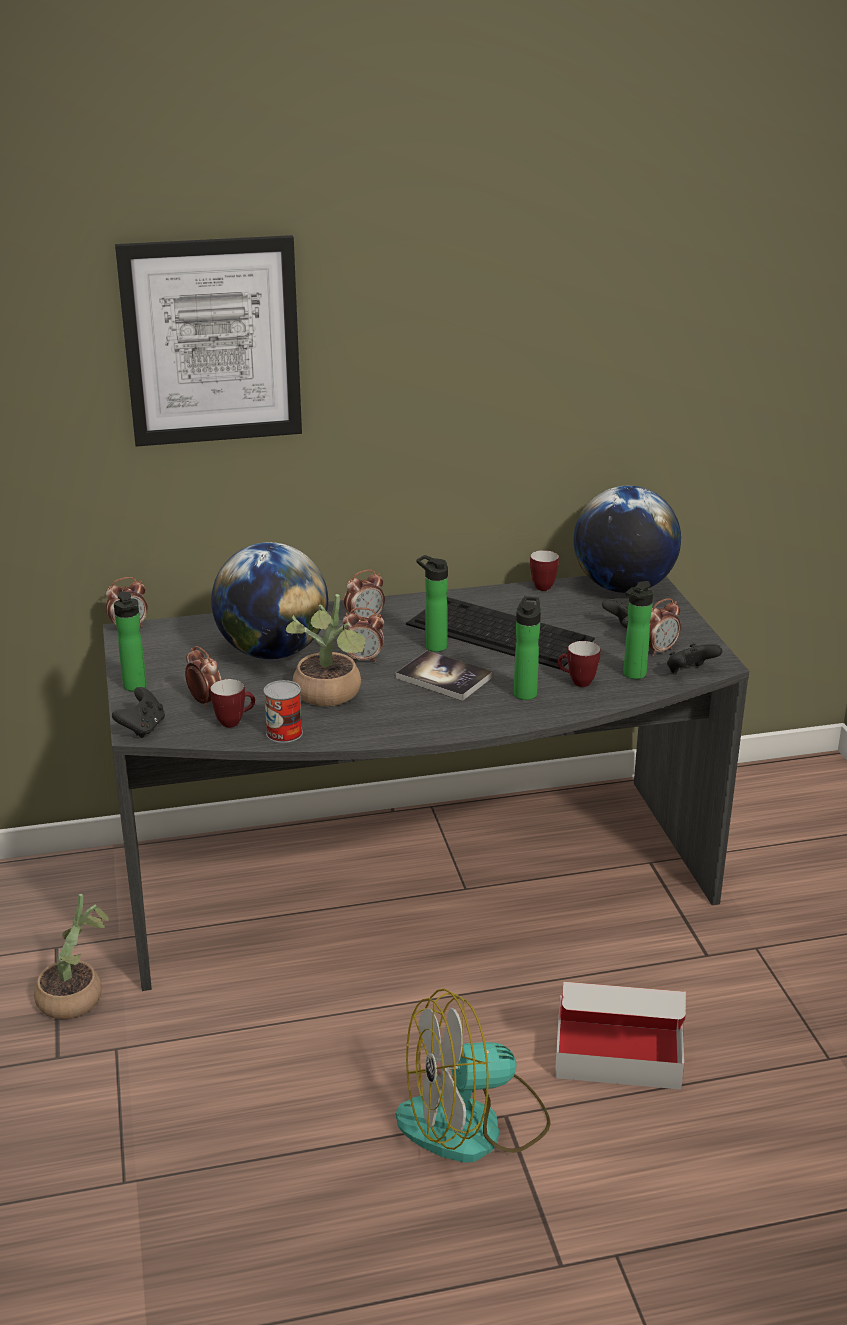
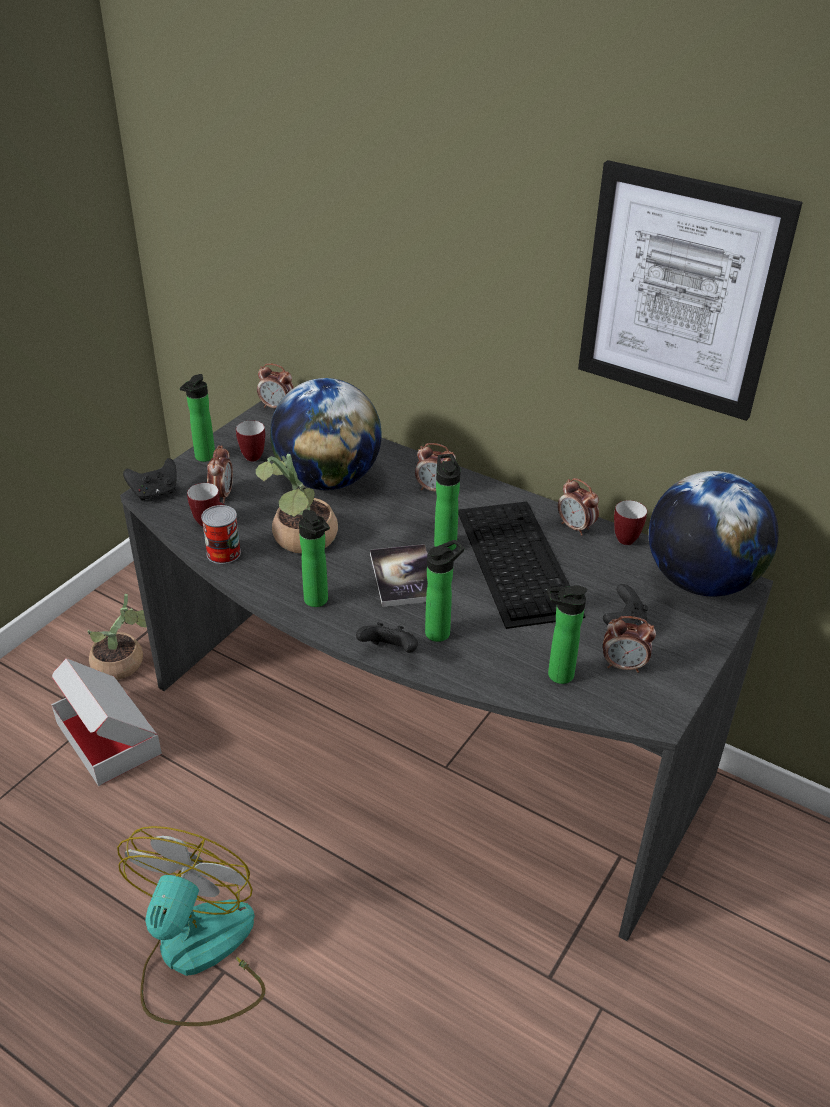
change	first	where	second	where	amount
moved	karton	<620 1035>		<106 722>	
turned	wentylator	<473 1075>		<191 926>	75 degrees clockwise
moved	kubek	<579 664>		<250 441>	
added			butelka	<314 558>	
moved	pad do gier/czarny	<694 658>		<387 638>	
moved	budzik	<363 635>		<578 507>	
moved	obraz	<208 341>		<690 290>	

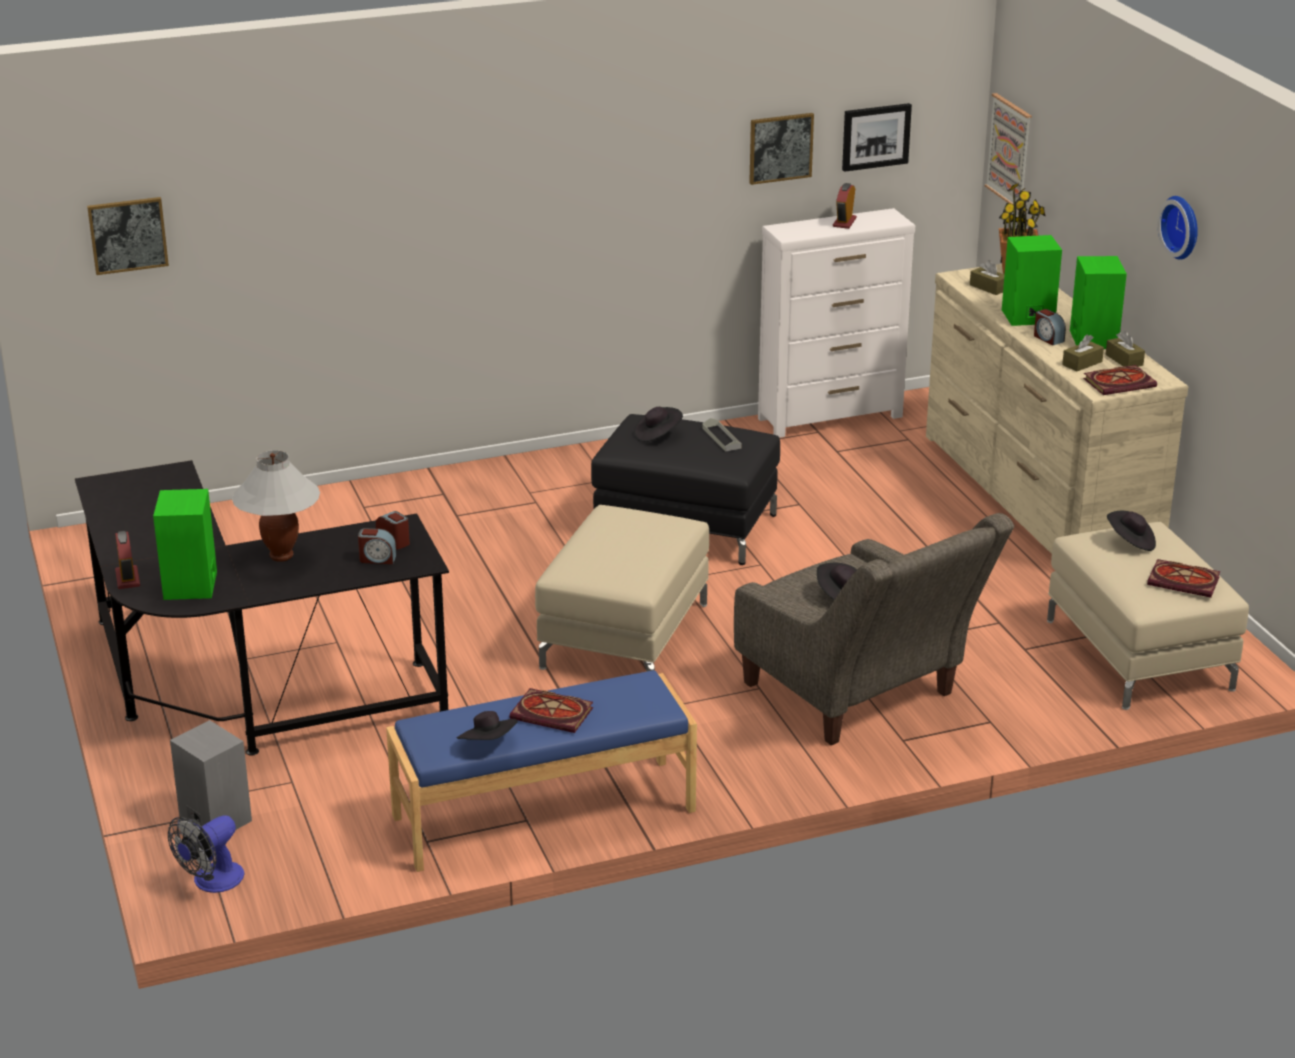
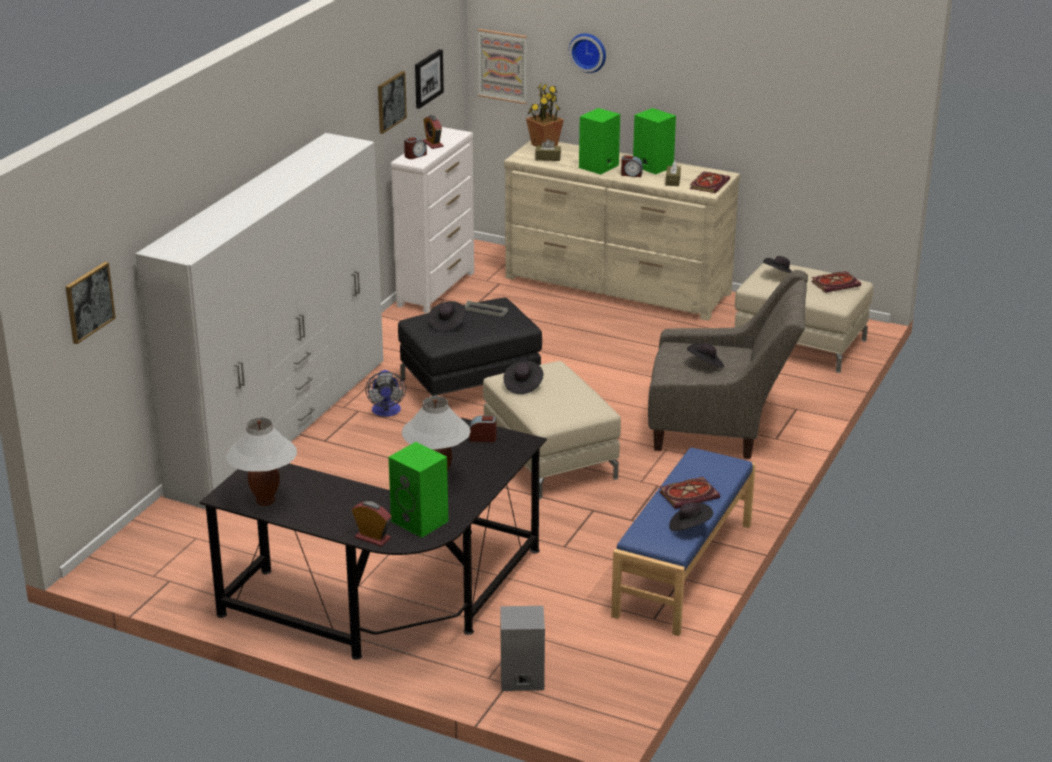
change	first	where	second	where	amount
added			szafa/biały	<259 321>	
added			lampa stołowa/biały	<261 461>	
moved	wentylator	<206 854>		<385 393>	
moved	budzik	<377 546>		<415 148>	
added			kapelusz/czarny	<523 377>	
moved	zegar ścienny	<1177 228>		<587 53>	
removed	pudełko chusteczek/brązowy	<1125 349>			

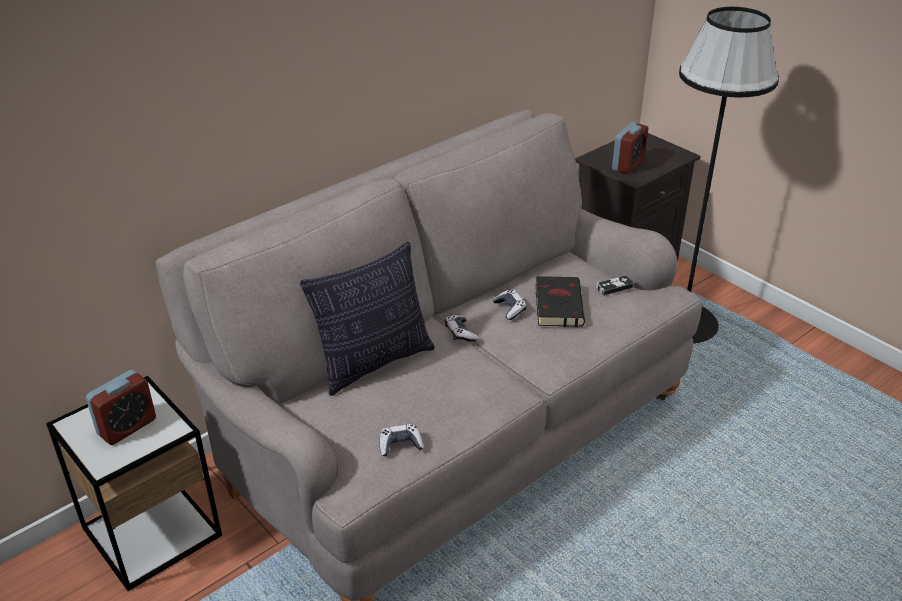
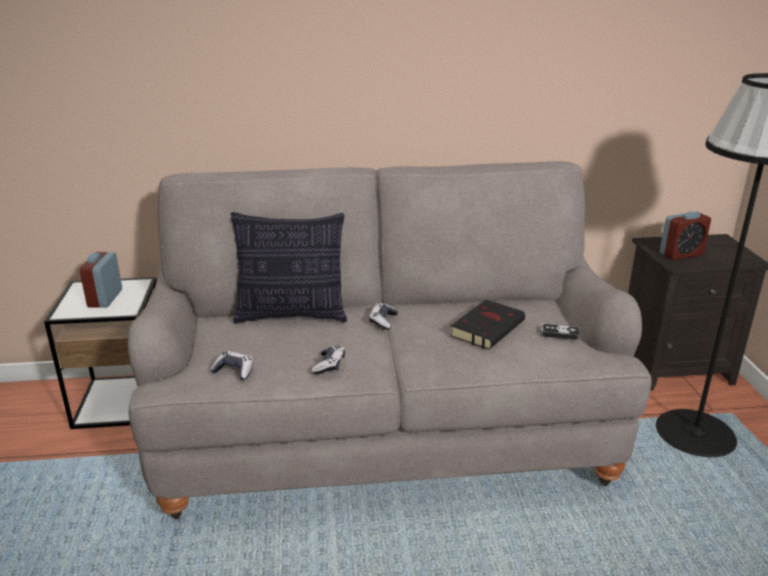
change	first	where	second	where	amount
turned	budzik	<121 407>		<101 280>	105 degrees clockwise
moved	pad do gier	<510 304>		<328 359>	

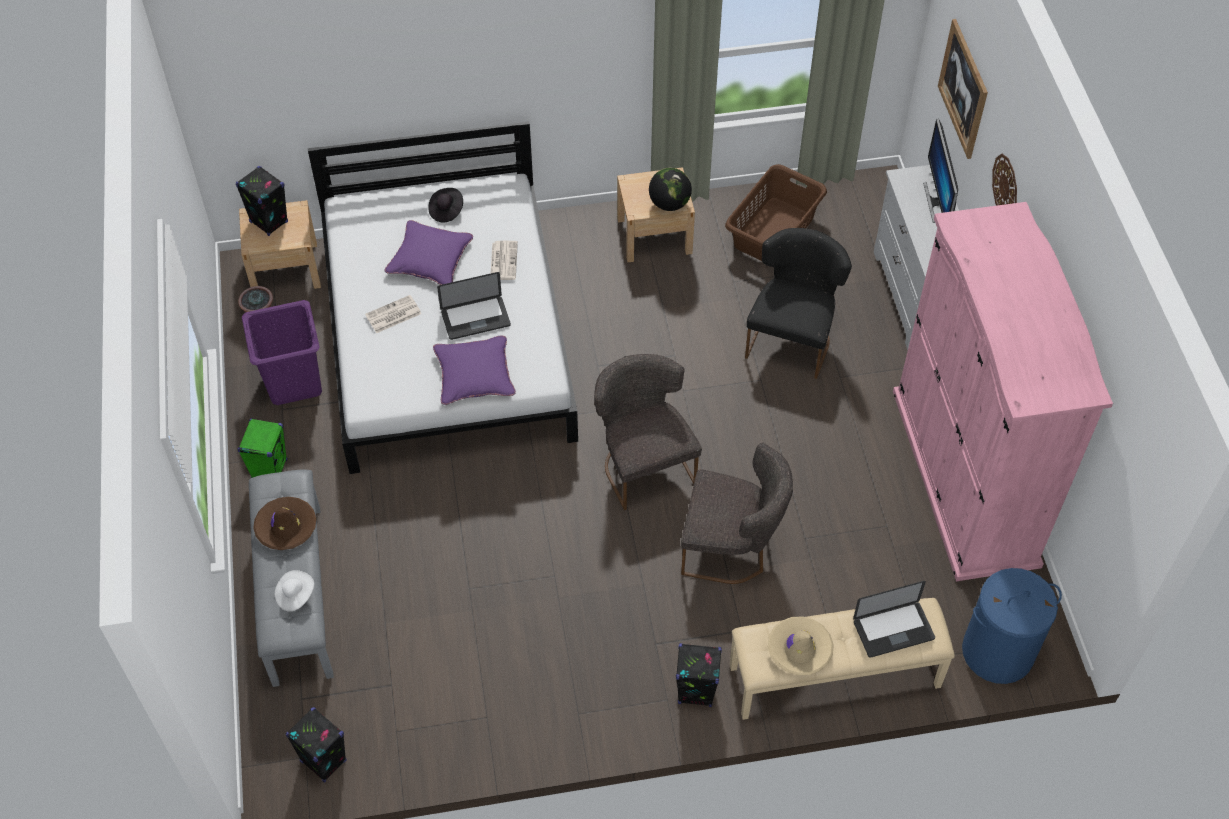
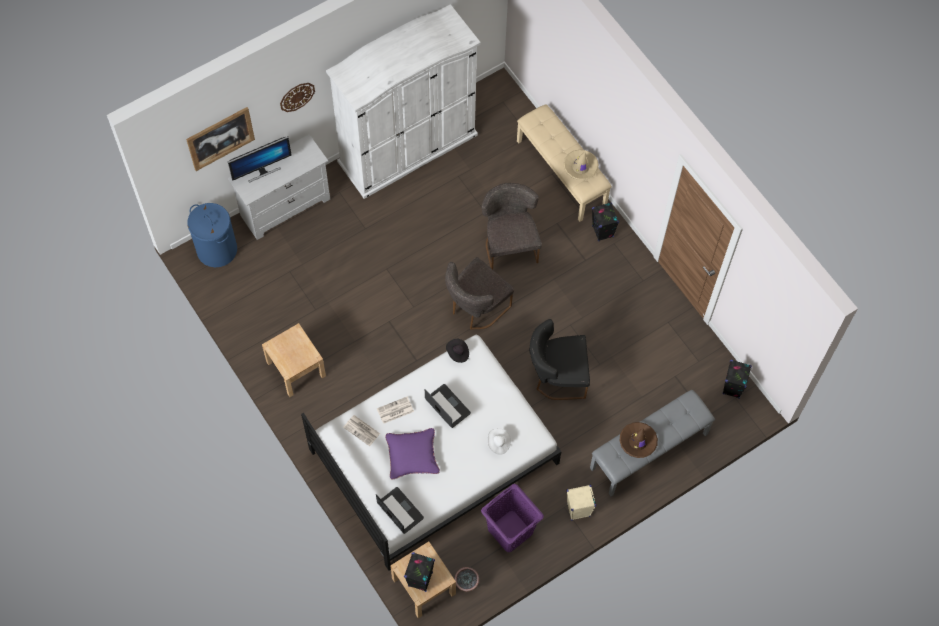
change	first	where	second	where	amount
moved	kosz na pranie/niebieski	<1012 626>		<212 235>	
recoloured	szafa/różowy	<1003 391>	szafa/biały	<403 101>	
moved	gazeta	<393 314>		<361 430>	
moved	laptop	<894 619>		<400 510>	
moved	kapelusz/czarny	<445 205>		<457 351>	
moved	kapelusz/biały	<294 591>		<499 441>	
moved	krzesło/czarny	<798 303>		<559 359>	
recoloured	głośnik/zielony	<262 448>	głośnik/beżowy	<581 503>	
removed	poduszka/fioletowy	<474 370>			
removed	globus	<670 189>			
removed	kosz na pranie/brązowy	<776 212>			

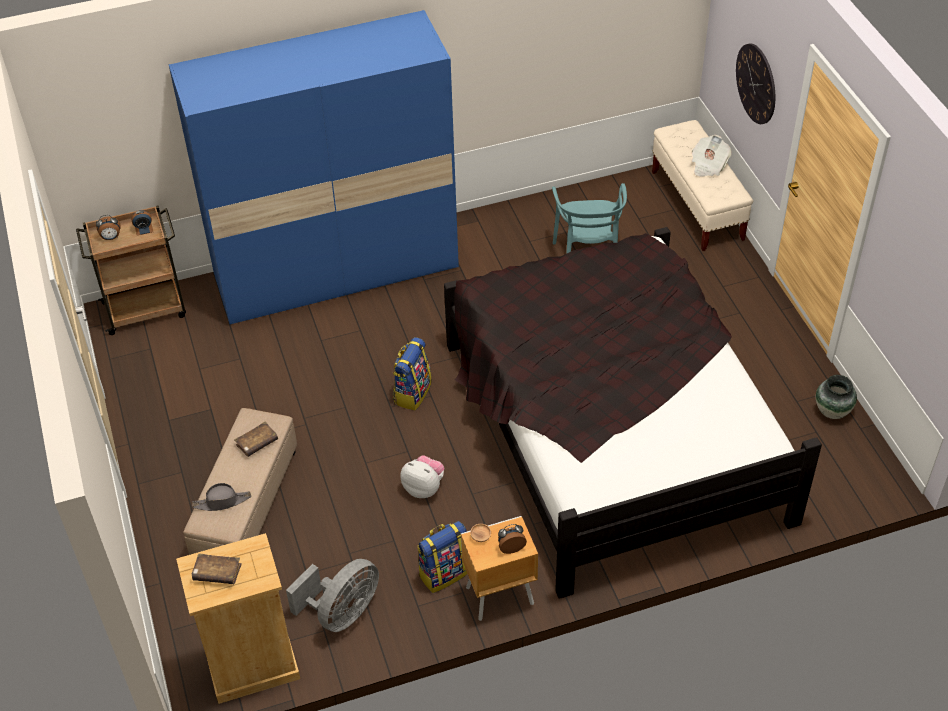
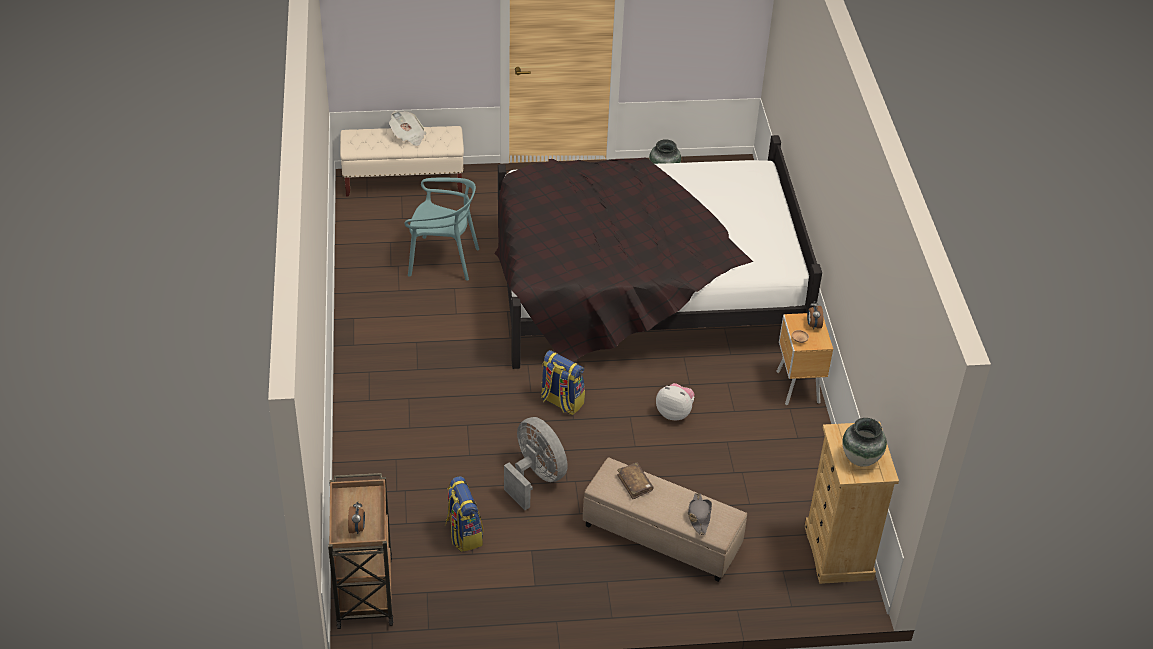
change	first	where	second	where	amount
moved	plecak	<442 557>		<464 514>	
moved	wentylator/szary	<332 595>		<536 463>	
turned	pluszak	<422 476>		<675 401>	75 degrees clockwise
replaced	książka/brązowy	<217 569>	wazon	<864 442>	
removed	budzik	<142 223>			
removed	szafa/niebieski	<314 167>			
removed	zegar ścienny	<755 84>			

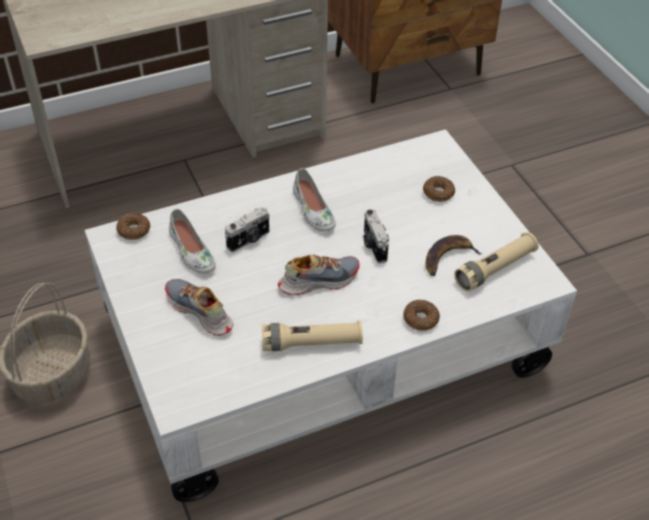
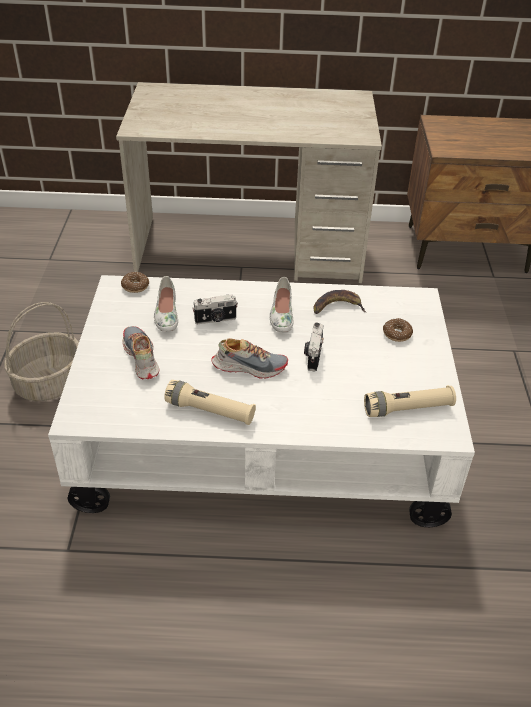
change	first	where	second	where	amount
moved	banan	<453 255>		<340 302>	
removed	donut	<421 315>			

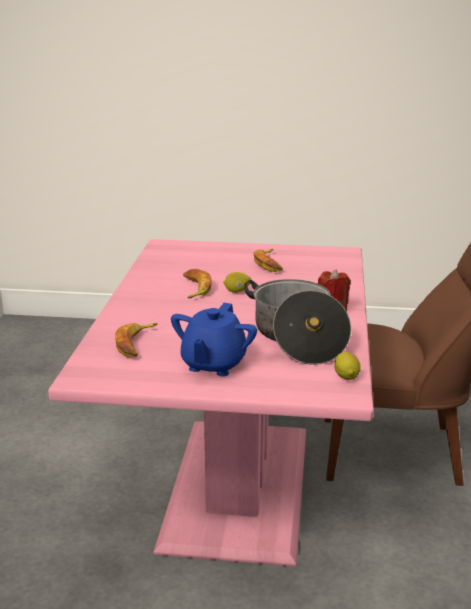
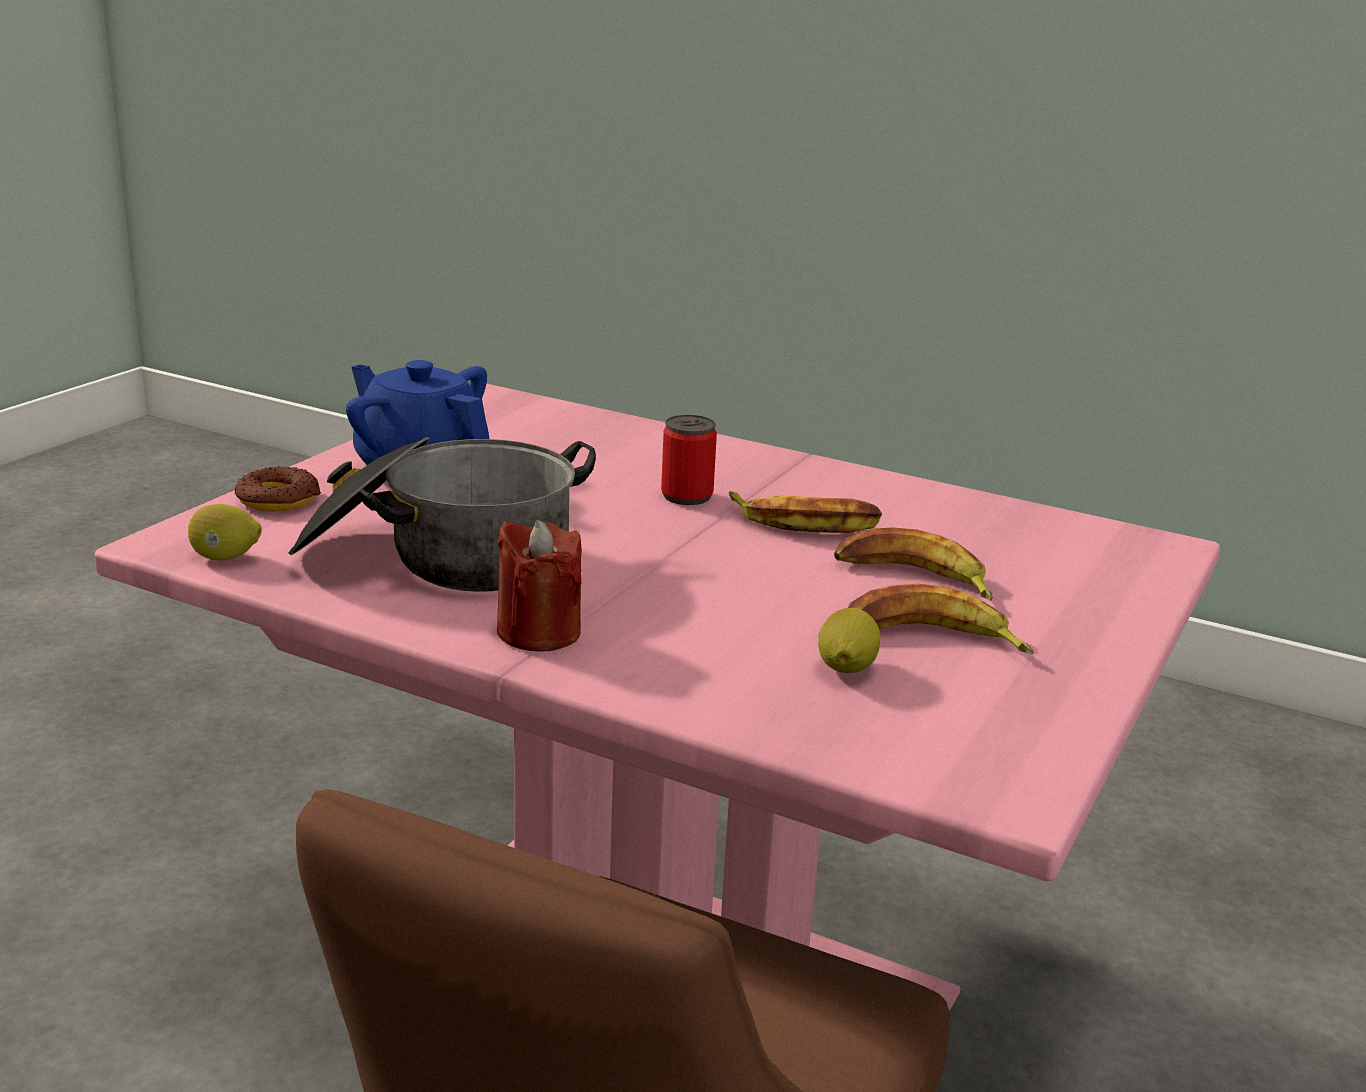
change	first	where	second	where	amount
added			donut	<278 489>	
added			puszka	<689 460>	
moved	cytryna	<237 282>		<849 640>	
moved	banan	<136 340>		<913 564>	

